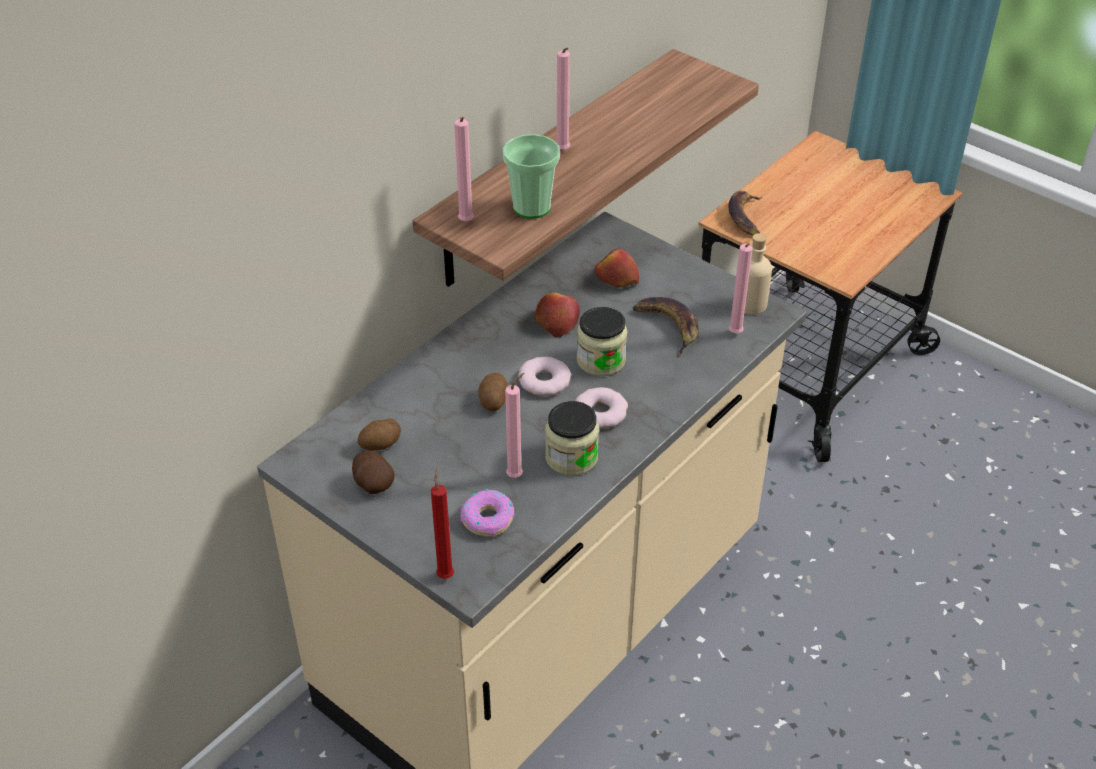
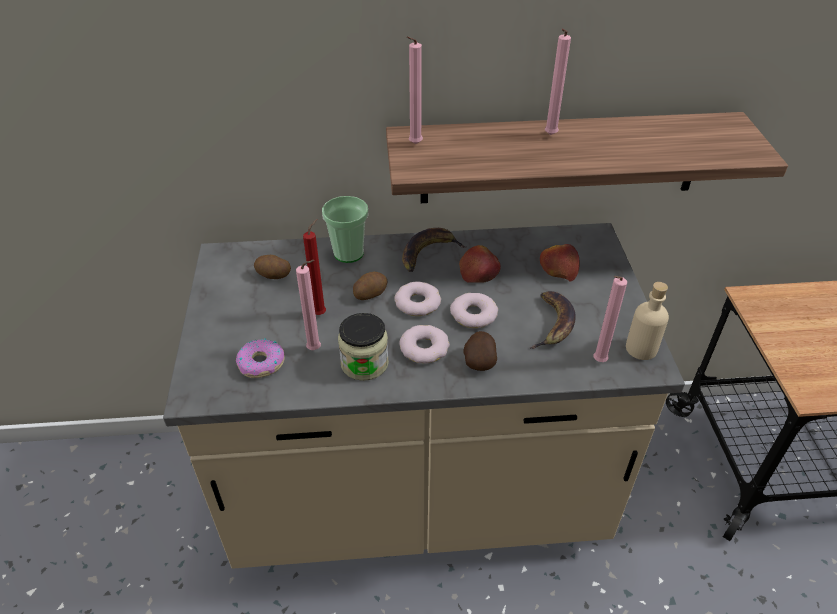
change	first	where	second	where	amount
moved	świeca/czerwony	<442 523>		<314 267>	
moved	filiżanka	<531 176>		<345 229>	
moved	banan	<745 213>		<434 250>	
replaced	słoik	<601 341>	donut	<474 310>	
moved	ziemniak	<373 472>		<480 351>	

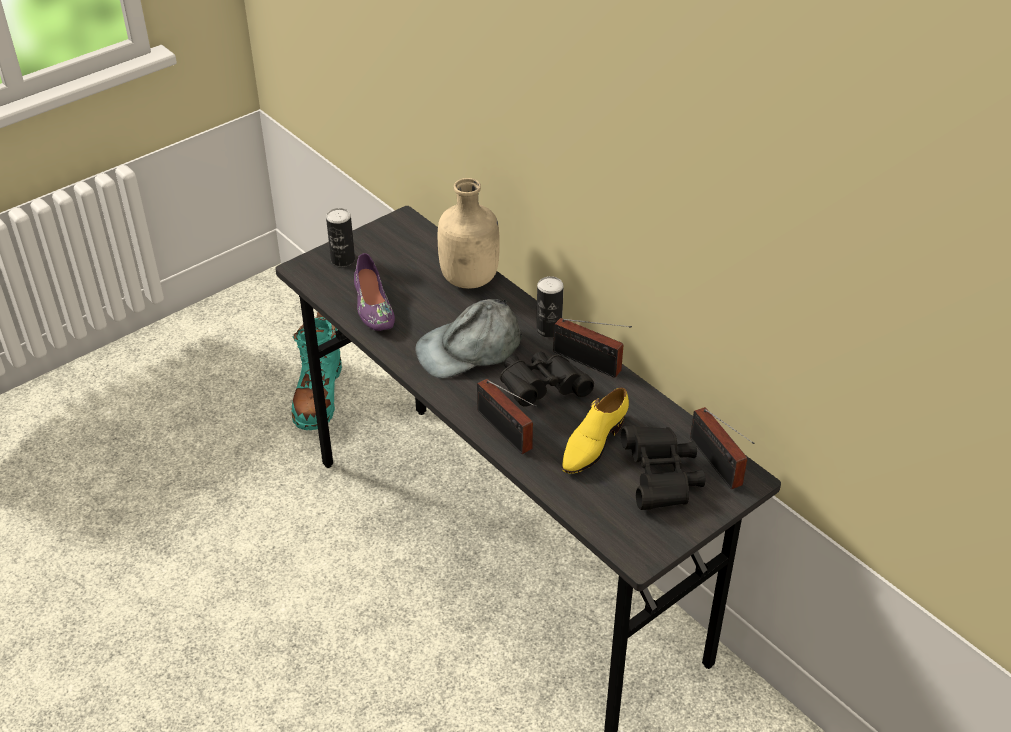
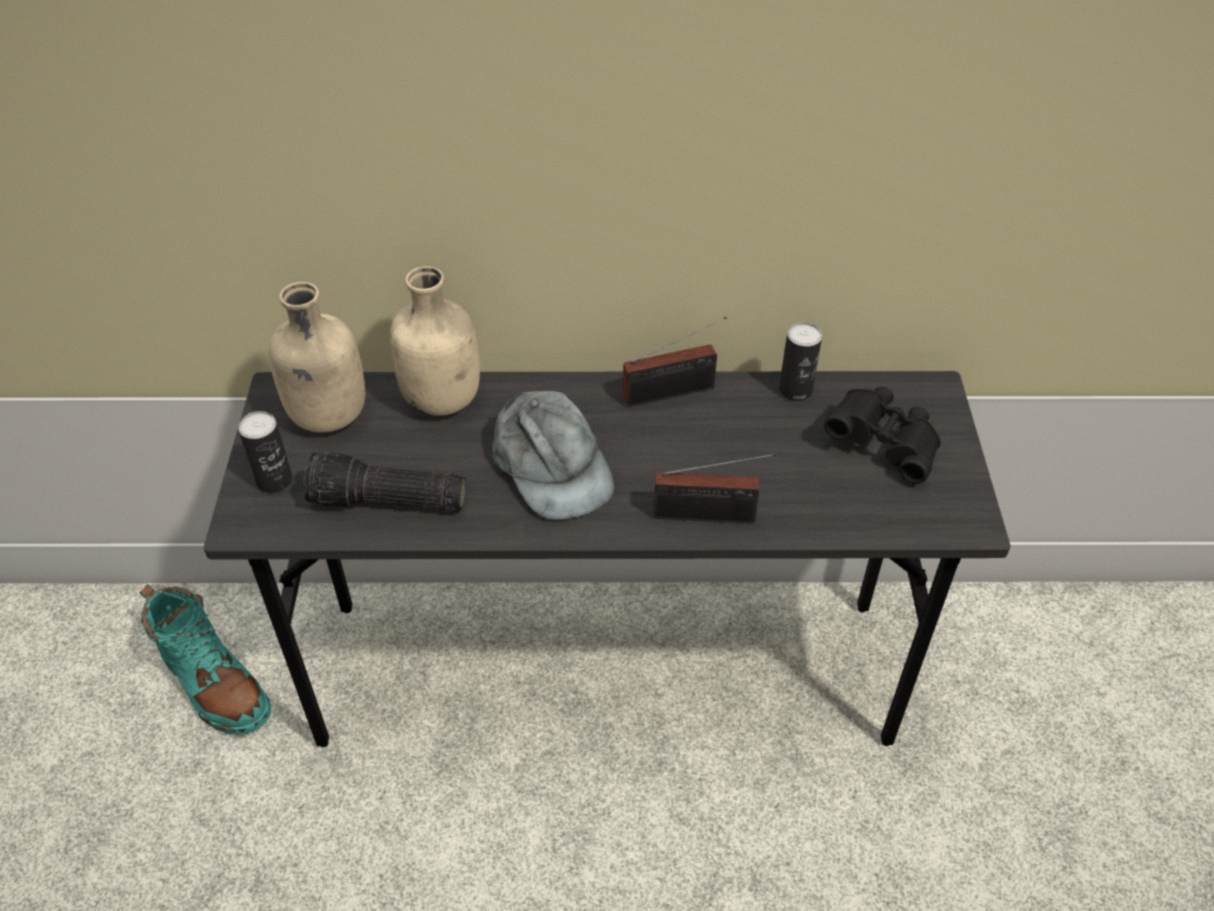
change	first	where	second	where	amount
added			butelka/beżowy	<317 357>	
replaced	but/fioletowy	<374 292>	latarka	<384 482>	
turned	czapka z daszkiem/szary	<468 338>		<553 455>	45 degrees counterclockwise
moved	puszka	<550 307>		<800 361>	
removed	lornetka/czarny	<547 379>			
removed	but/żółty	<595 431>			
removed	radio	<722 448>			

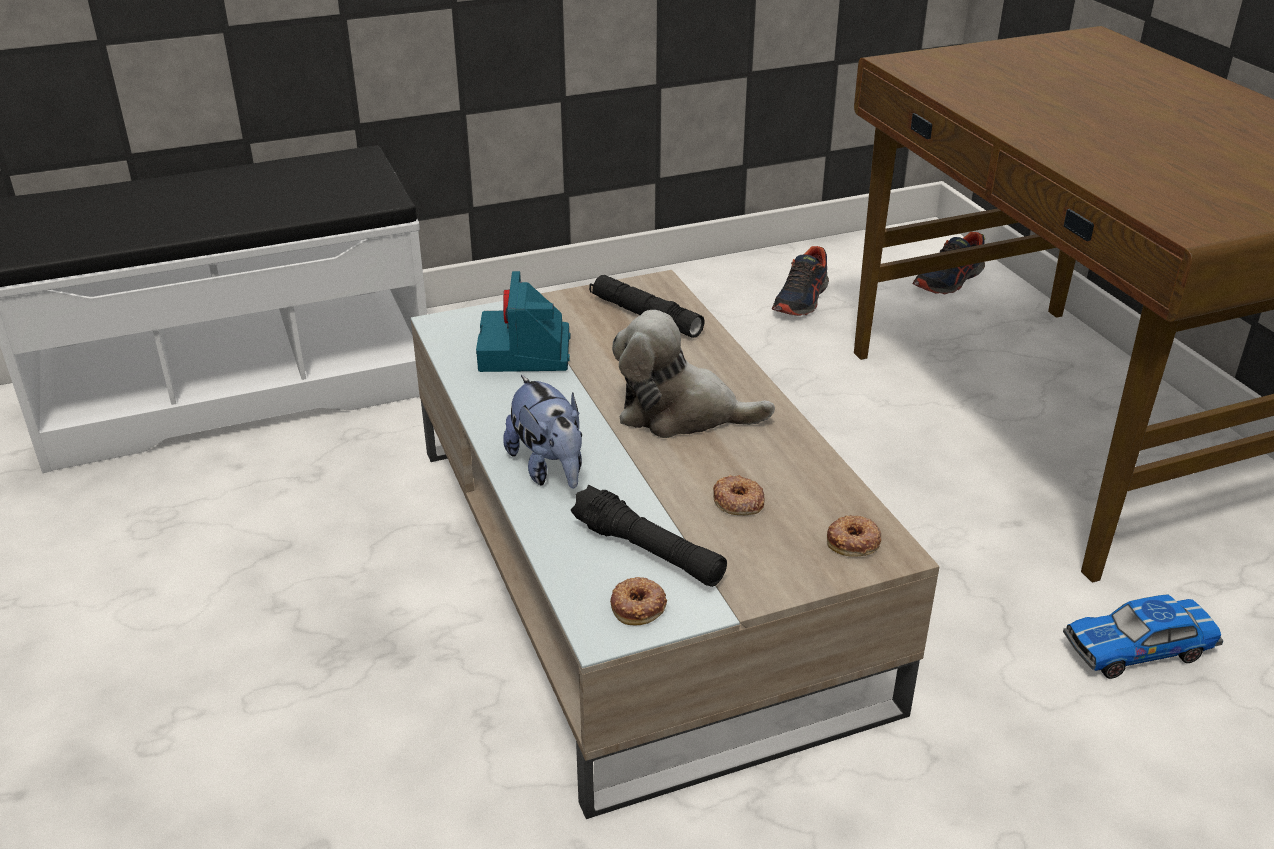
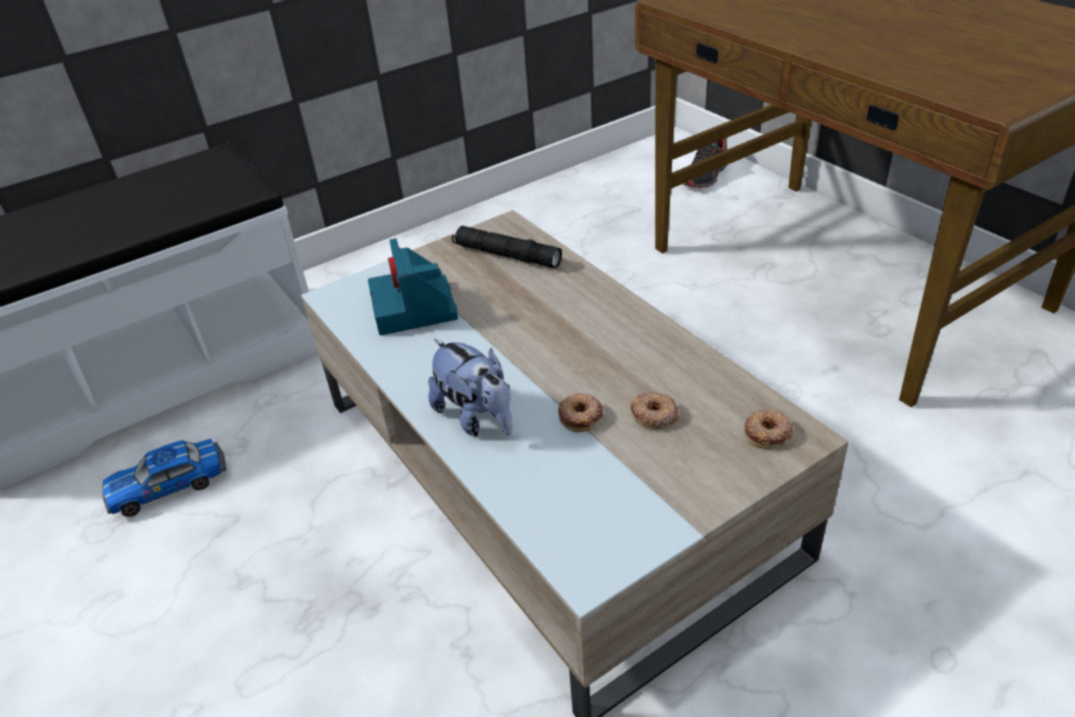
change	first	where	second	where	amount
moved	samochodzik	<1143 636>		<164 478>	
moved	donut	<638 601>		<580 412>	
removed	latarka/czarny	<649 536>			
removed	pluszak	<693 374>			
removed	but	<800 281>			

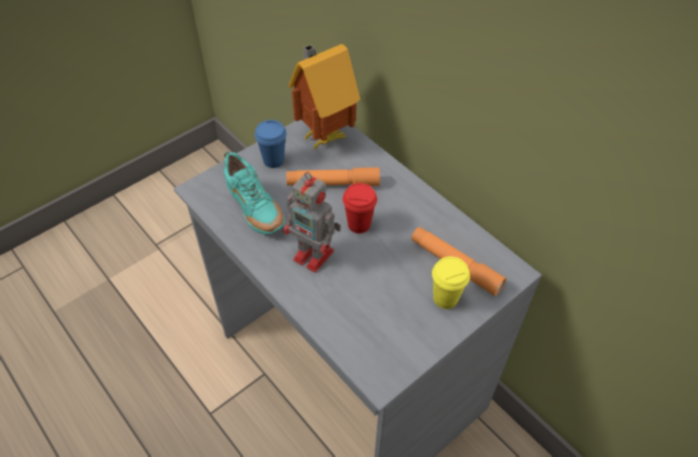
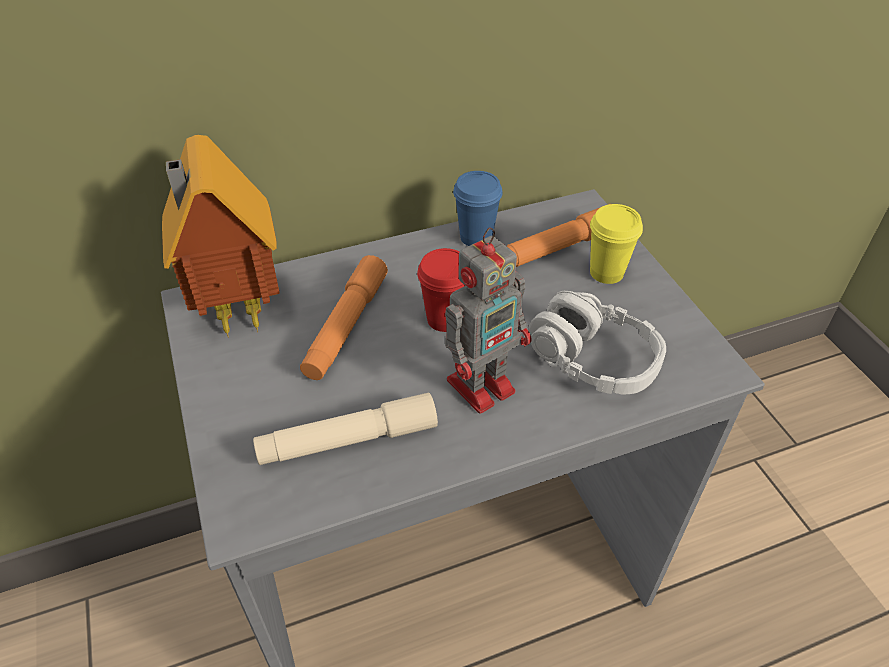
change	first	where	second	where	amount
replaced	but/turkusowy	<254 193>	latarka/beżowy	<345 428>	
moved	filiżanka/niebieski	<271 144>		<478 208>	
added			słuchawki/szary	<597 343>	

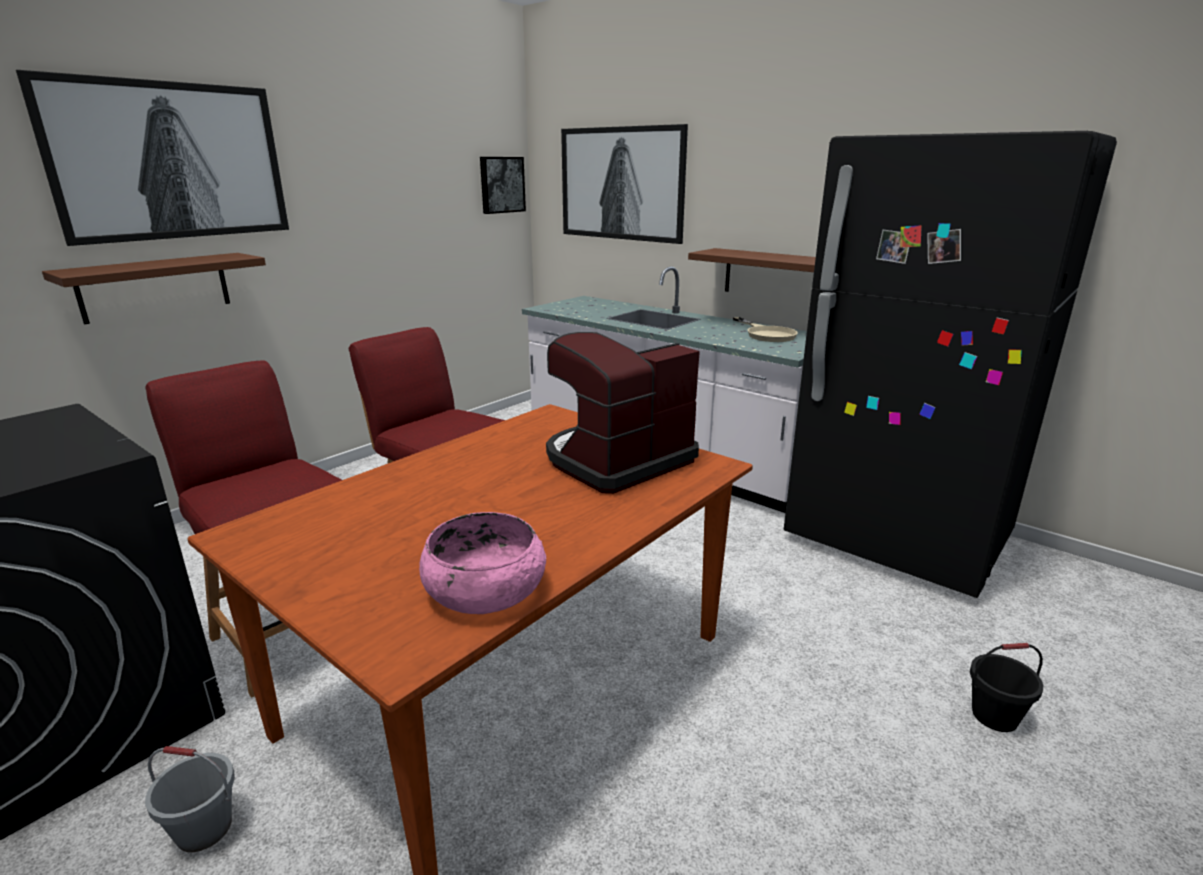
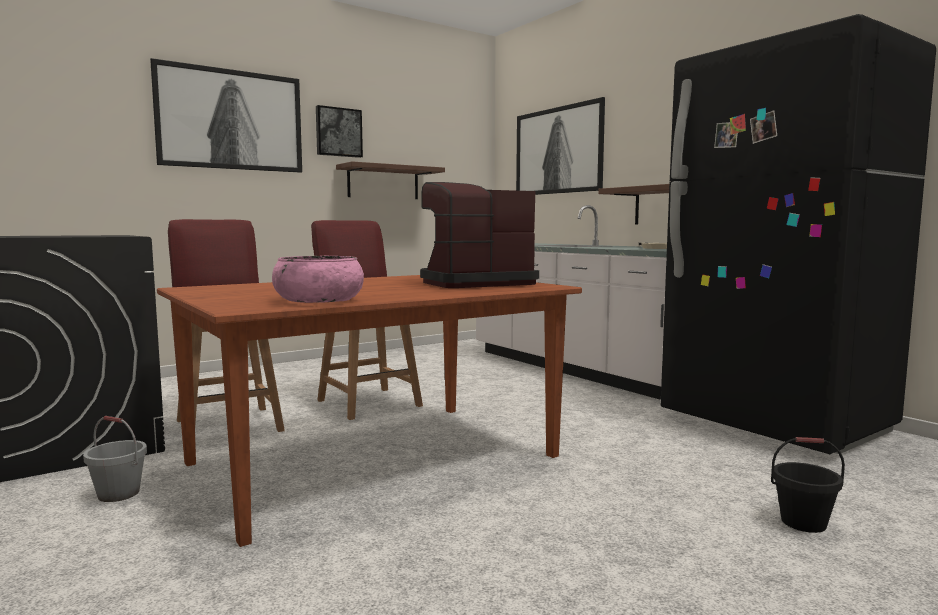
change	first	where	second	where	amount
moved	obraz	<503 185>		<339 131>	
moved	półka/brązowy	<154 288>		<390 180>	

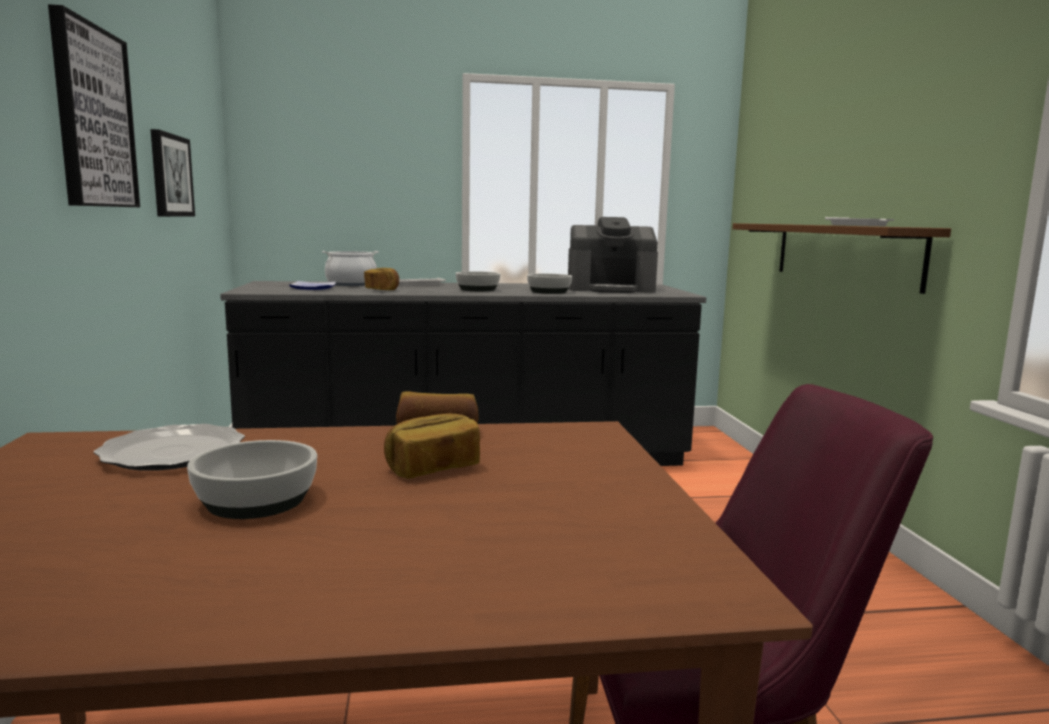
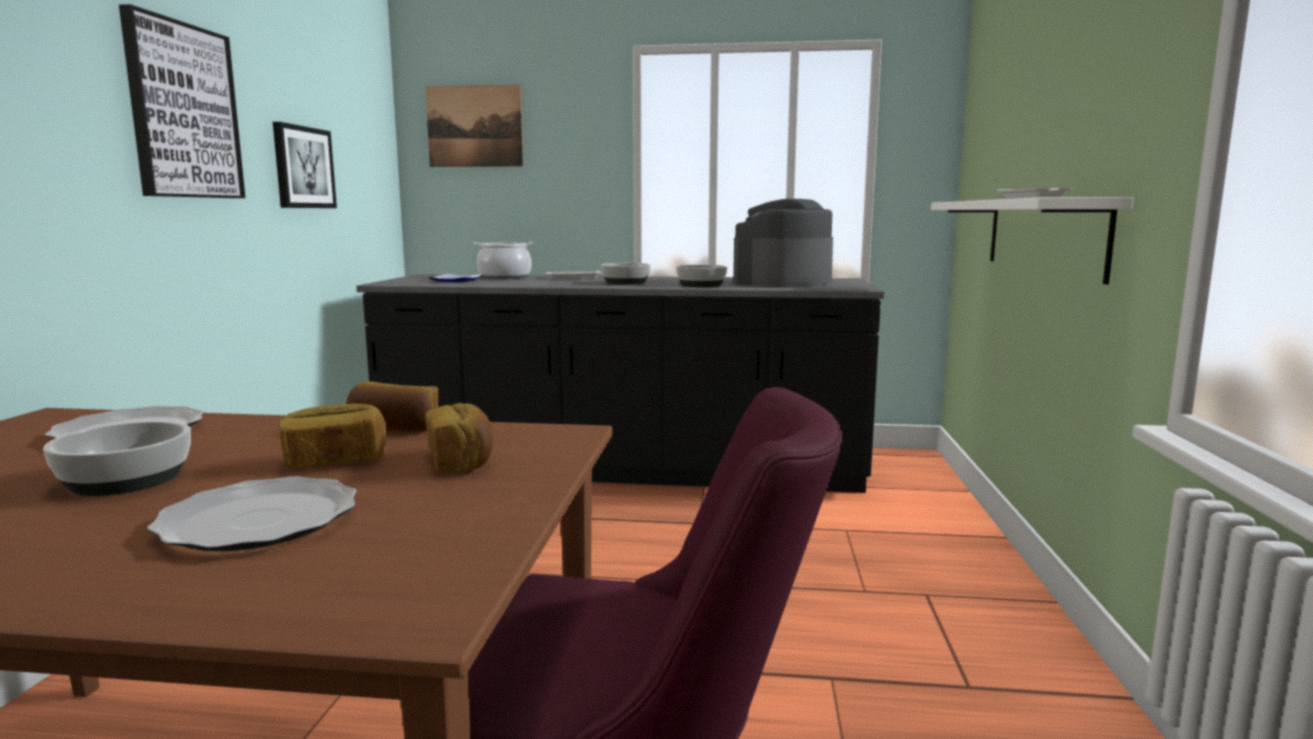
change	first	where	second	where	amount
added			talerz	<252 513>	
added			obraz	<474 125>	
moved	chleb	<381 279>		<459 437>	
turned	ekspres do kawy	<613 255>		<783 243>	120 degrees clockwise
recoloured	półka/brązowy	<842 258>	półka/biały	<1032 241>	

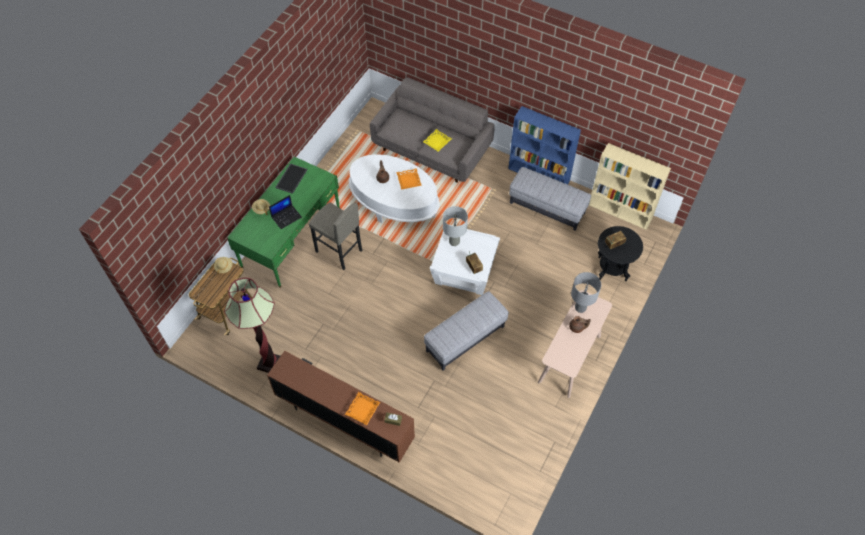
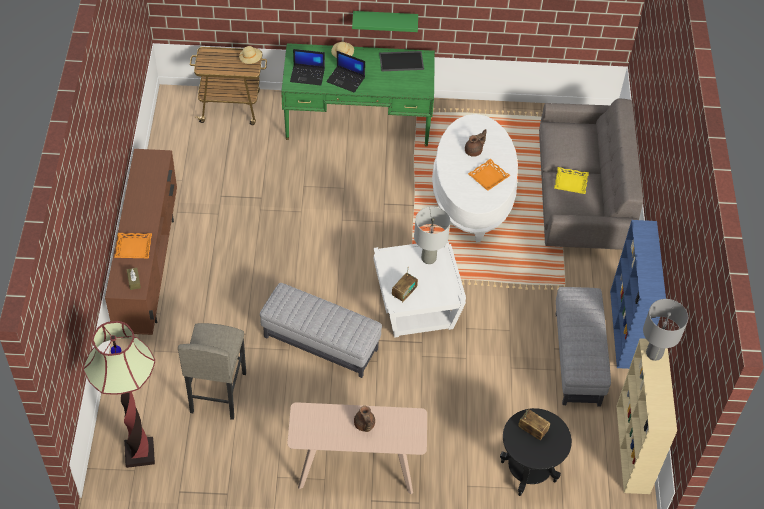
change	first	where	second	where	amount
moved	lampa stojąca	<252 325>		<119 394>	
moved	stołek/szary	<335 236>		<212 371>	
added			laptop	<307 67>	
added			półka/zielony	<385 21>	
moved	lampa stołowa/szary	<586 292>		<665 330>	

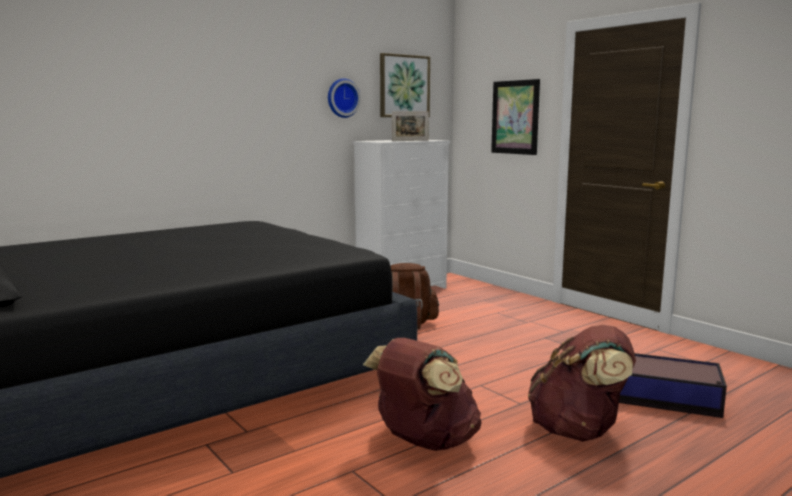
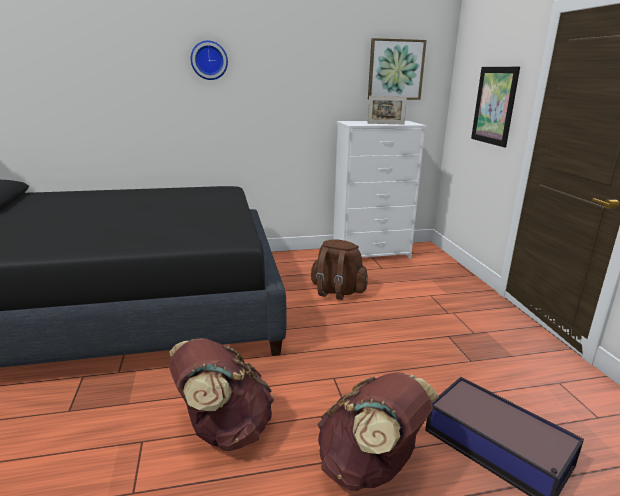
change	first	where	second	where	amount
moved	zegar ścienny	<344 98>		<209 60>	

